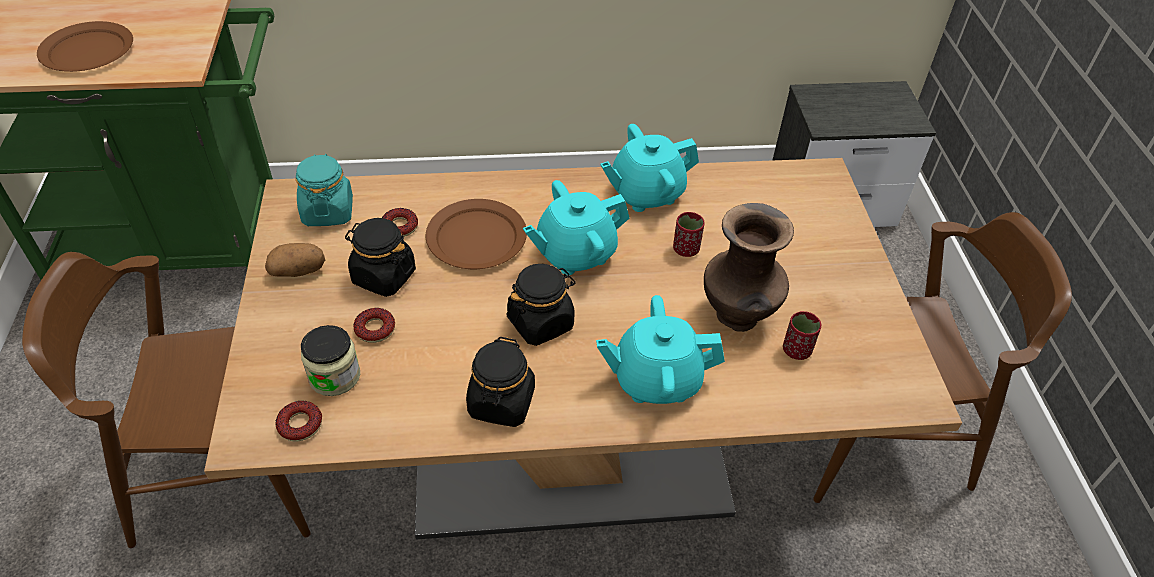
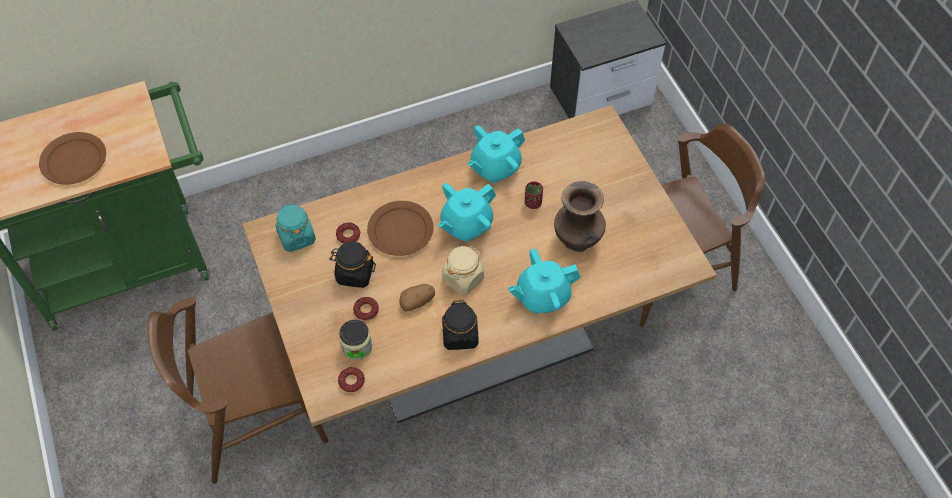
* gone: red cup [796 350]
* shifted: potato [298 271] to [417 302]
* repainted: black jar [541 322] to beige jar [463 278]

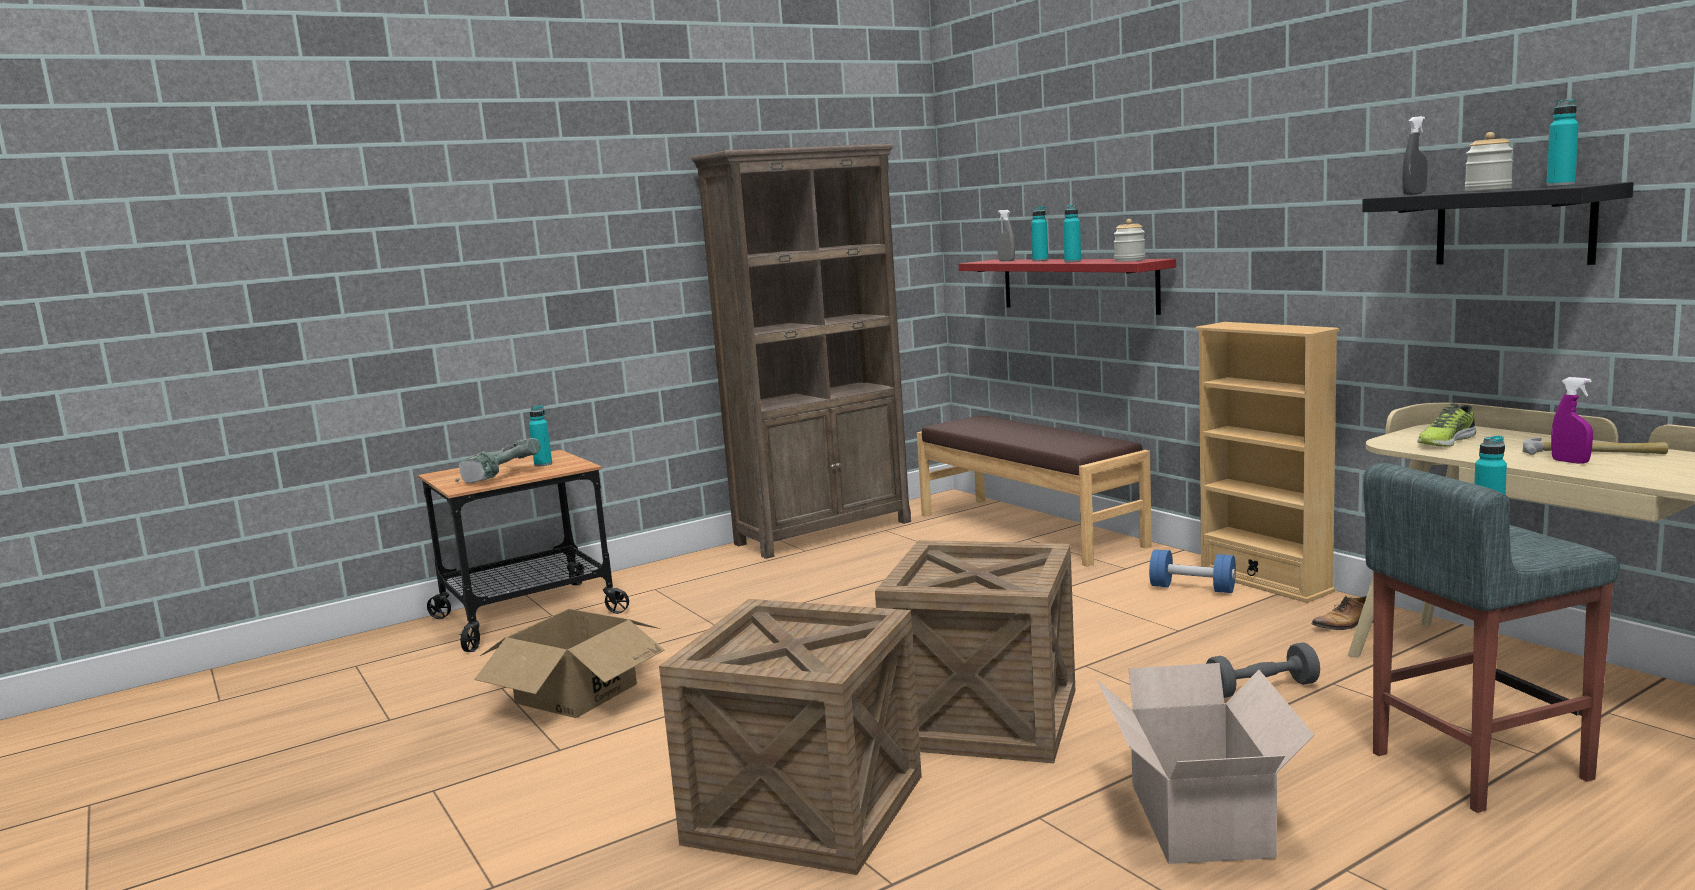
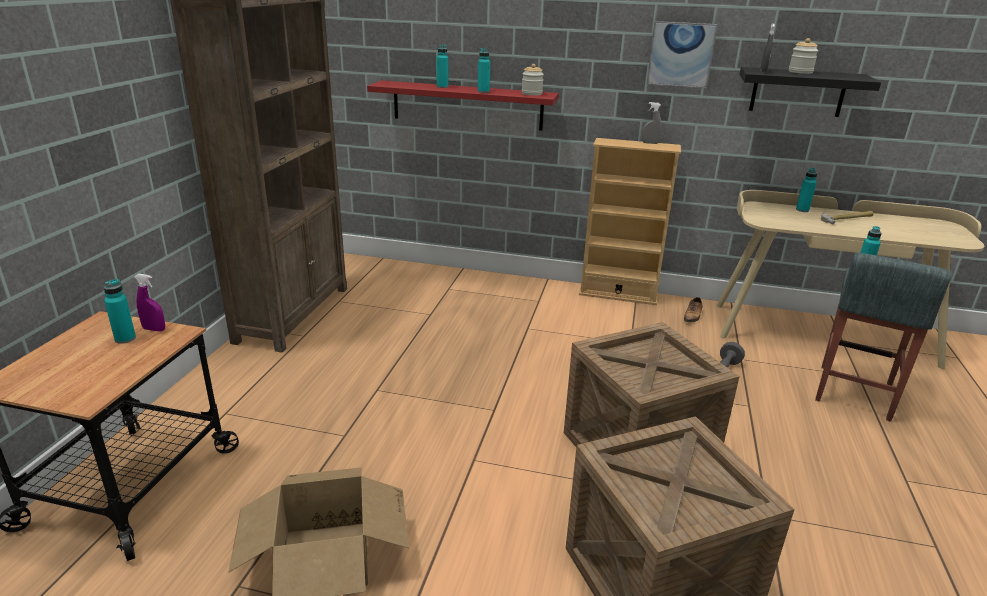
* gone: power drill [498 476]
* gone: brown bench [1029 529]
* gone: cardboard box [1199 822]
* gone: blue dumbbell [1192 588]
* gone: shoe [1445 441]
* new: picture [680 54]
* shifted: grey spray bottle [1006 261] to [650 143]
* shifted: turquoise bottle [1560 185] to [802 210]
* shifted: purple spray bottle [1570 461] to [154 329]

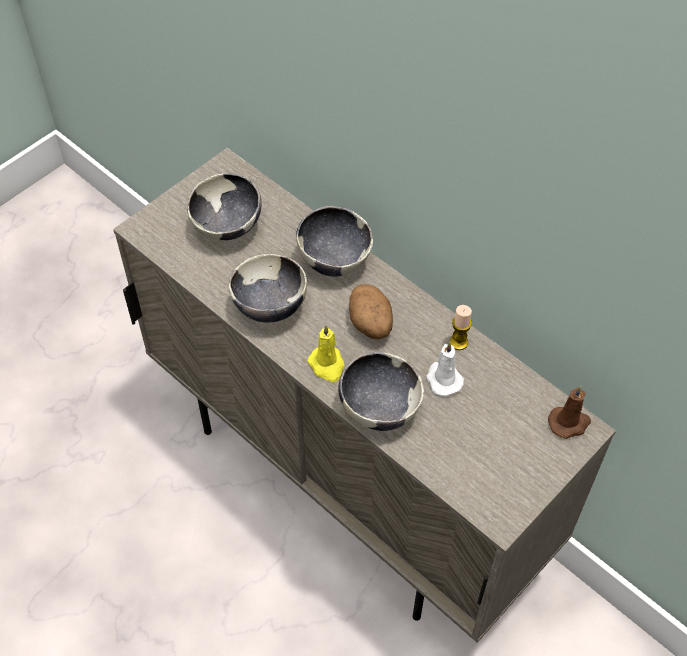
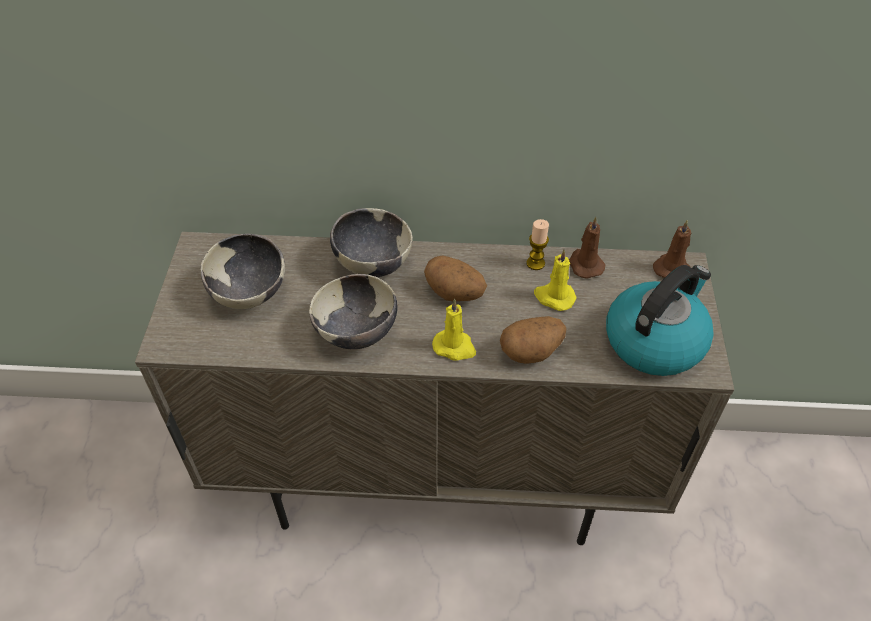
* new: brown candle [584 264]
* new: kettle [655 340]
* swapped: bowl [379 408] to potato [531 351]
* repainted: white candle [443 379] to yellow candle [554 297]

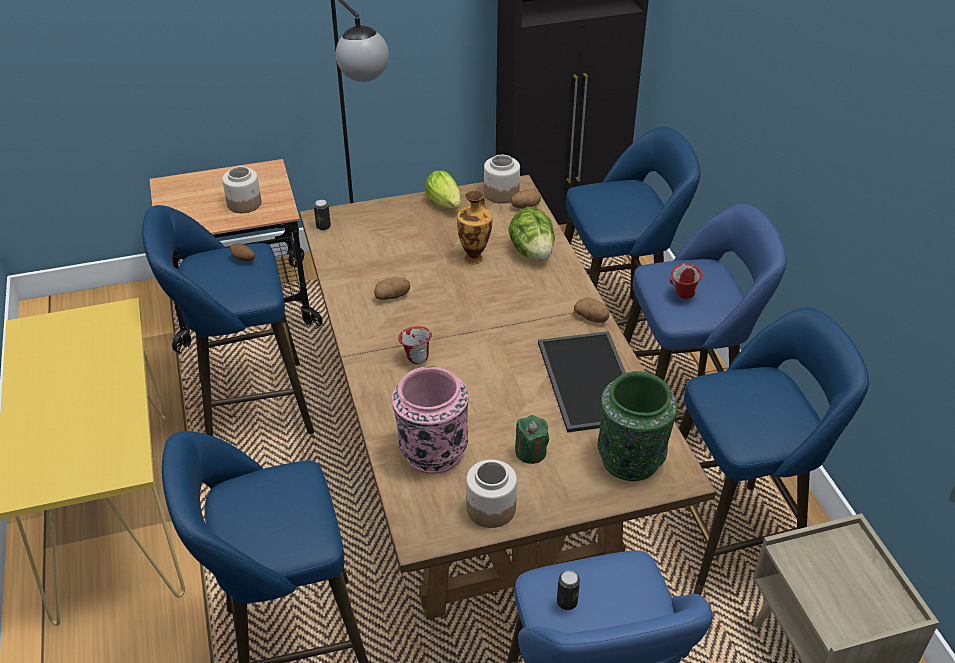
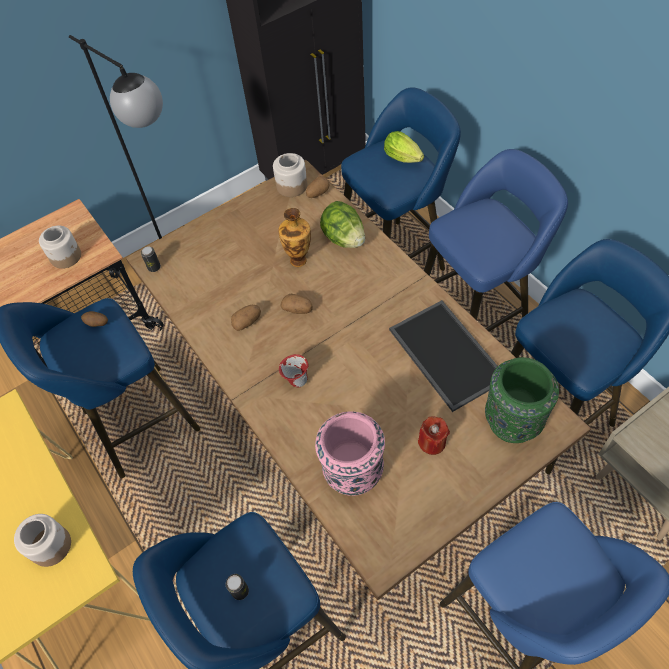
* gone: red mug [683 296]
* shifted: lettuce [446 205] to [404 159]
* shifted: jar [490 508] to [50 545]
* shifted: can [567 602] to [240 591]
* shifted: potato [592 318] to [298 309]
* repainted: green candle [530 452] to red candle [432 442]

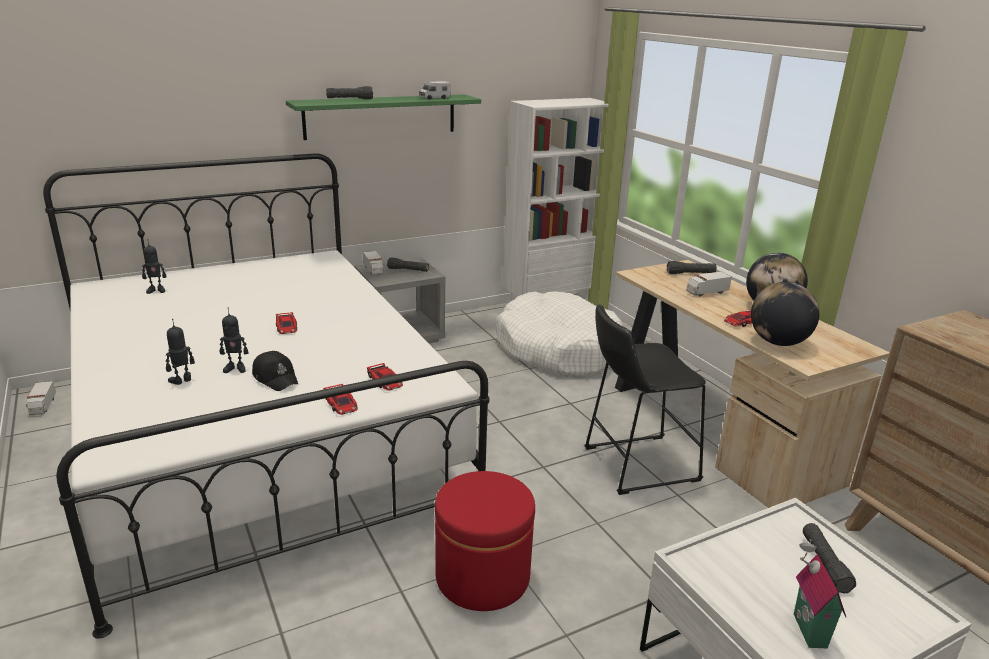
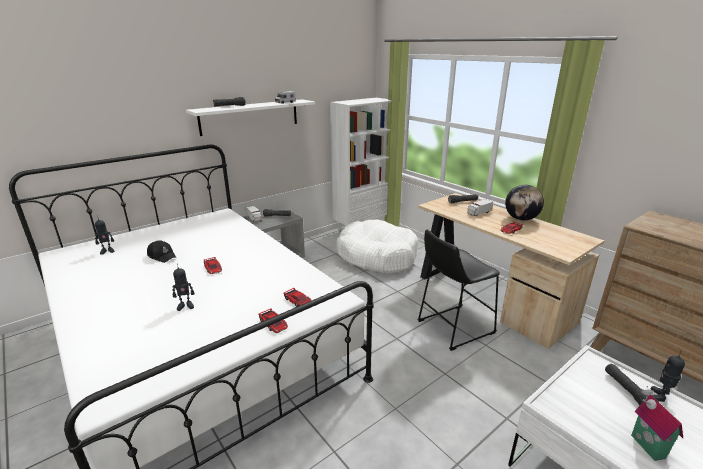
* gone: toy truck [42 406]
* gone: red ottoman [482 576]
* gone: globe [778 342]
* shifted: toy robot [182 381] to [660 396]
* shifted: black cap [276 378] to [162 256]
* repainted: green shelf [381 116] to white shelf [250 116]

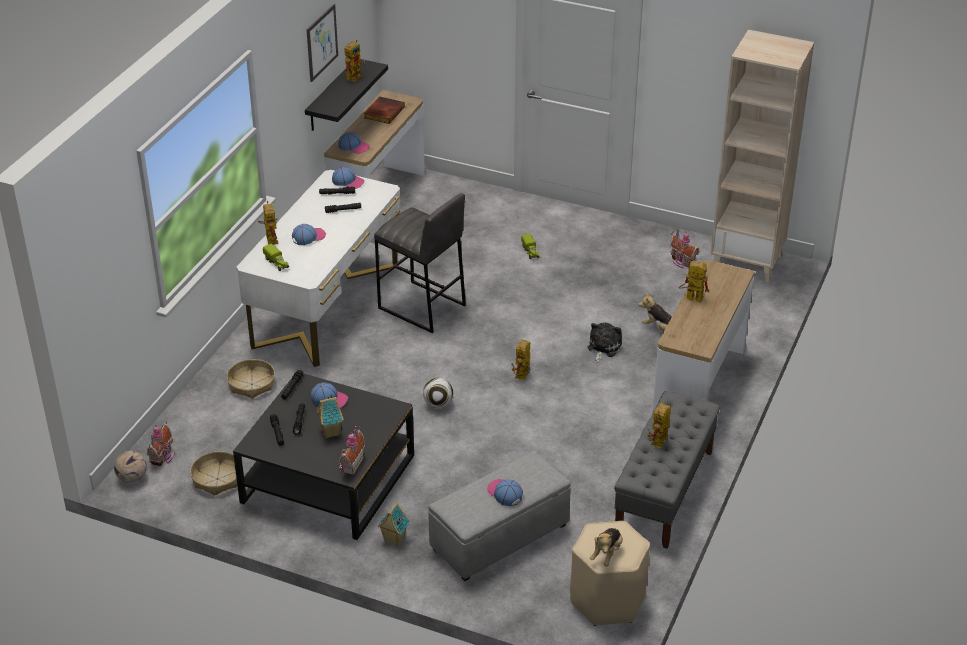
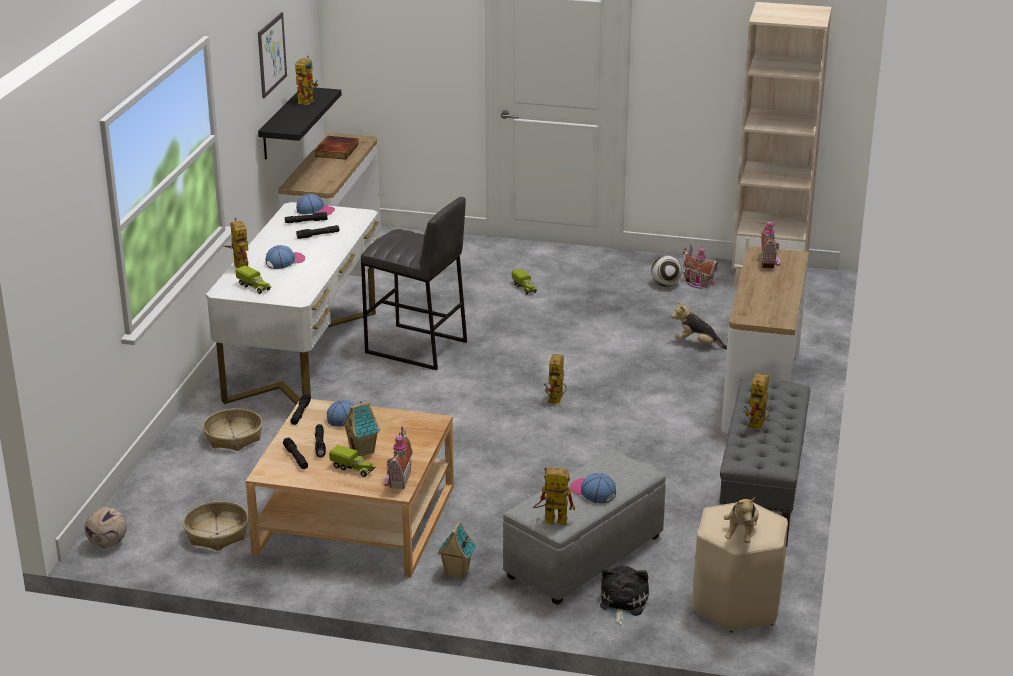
* gone: cap [354 146]
* new: toy truck [353 469]
* shifted: toy house [163 457] to [770 262]
* shifted: football [438 404] to [666 285]
* shifted: plush toy [603 348] to [622 604]
* shifted: toy robot [690 298] to [550 521]
* repainted: black coffee table [328 478] to beige coffee table [355 520]

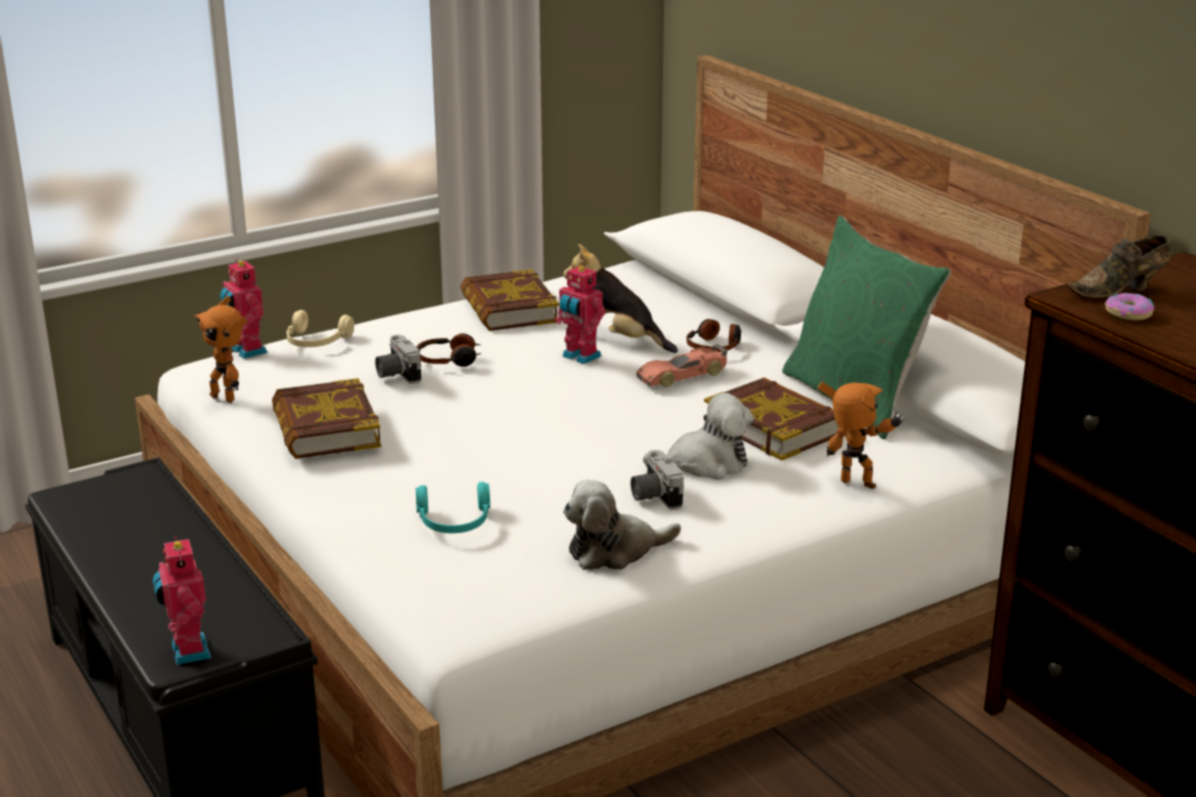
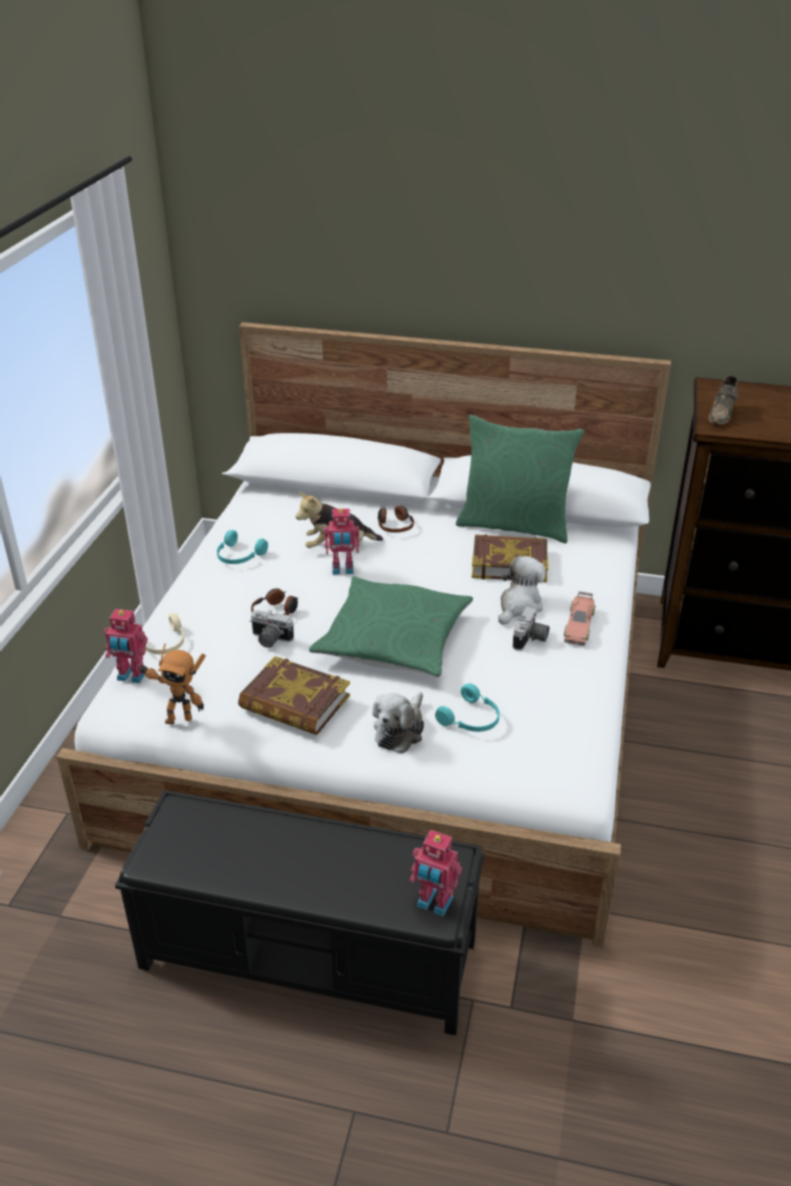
* gone: toy robot [856 487]
* gone: donut [1128 313]
* new: green pillow [393 639]
* shifted: plush toy [615 551] to [400 730]
* shifted: toy car [683 376] to [579 625]
* swapped: book [508 309] to turquoise headphones [238 556]
* rotated: photo camera [653 496] = [530 640] 90 degrees counterclockwise

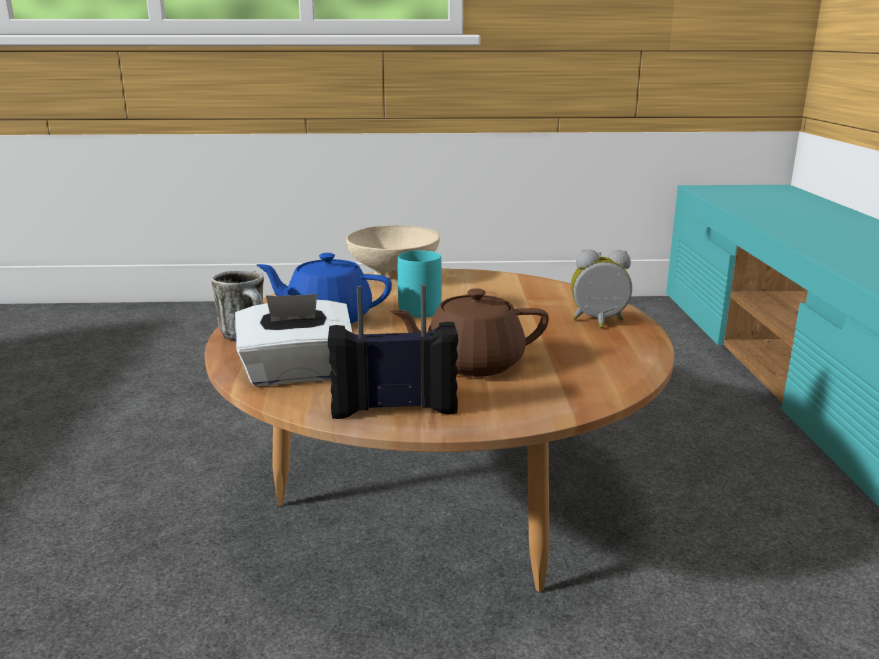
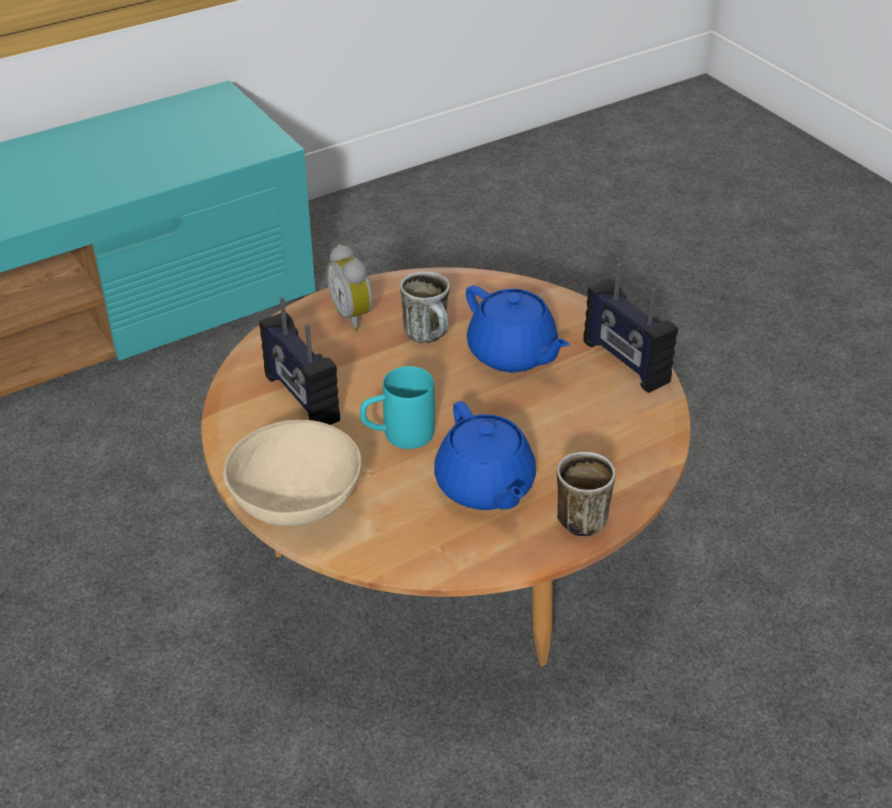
* gone: white tissue box [297 373]
* new: radio [300 398]
* new: mug [430 337]
* repainted: brown teapot [472 363] to blue teapot [512 354]

